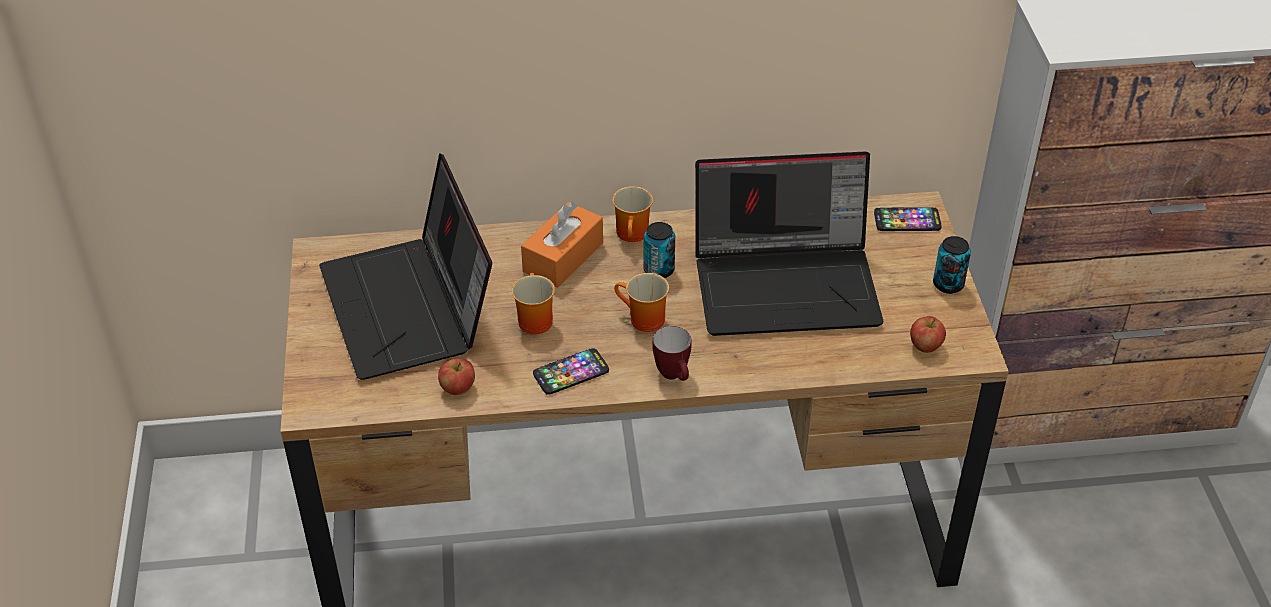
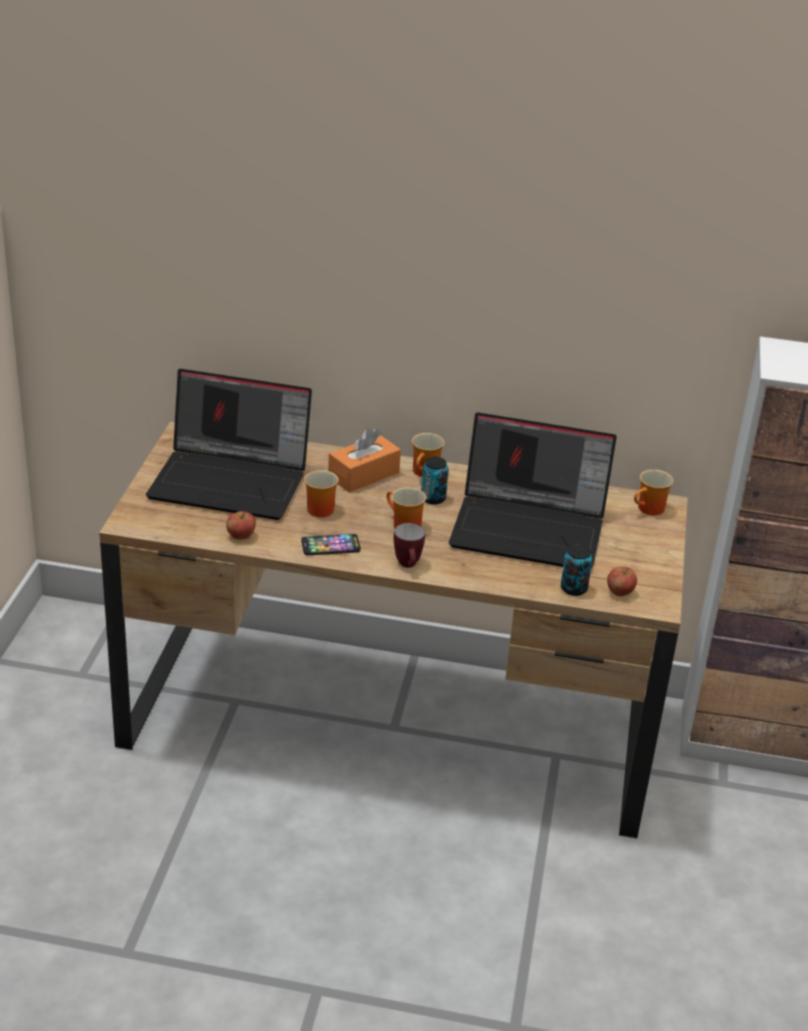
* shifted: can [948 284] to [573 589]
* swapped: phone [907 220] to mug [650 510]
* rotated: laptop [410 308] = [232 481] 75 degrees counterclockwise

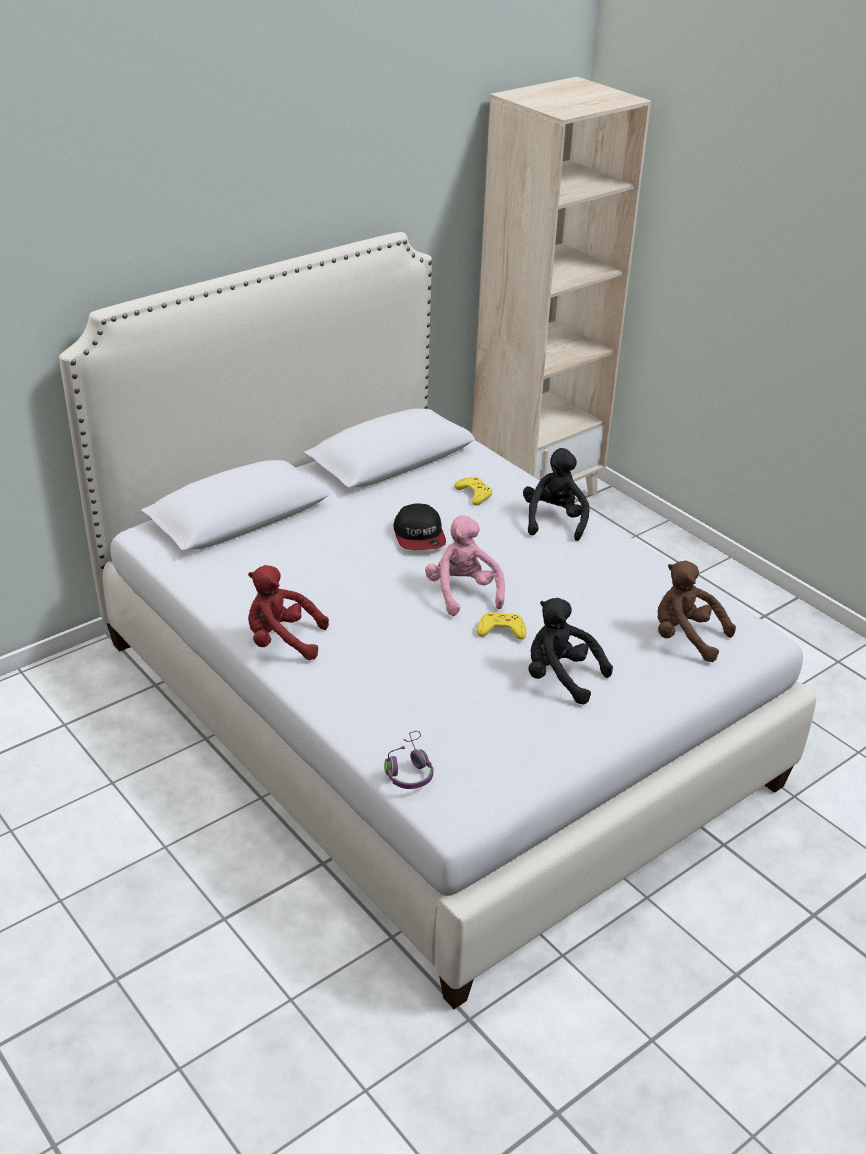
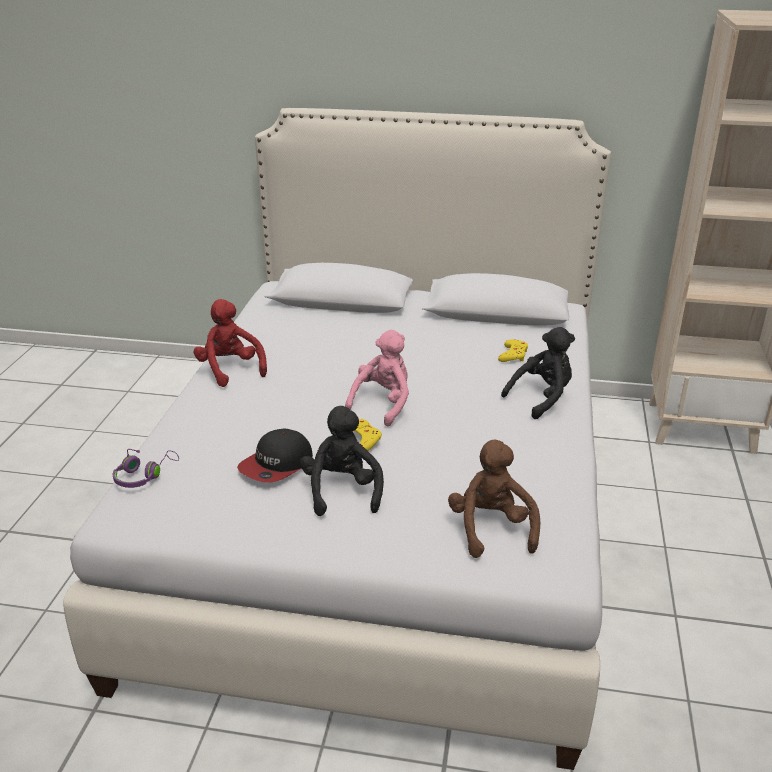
* shifted: cap [419 536] to [277 465]

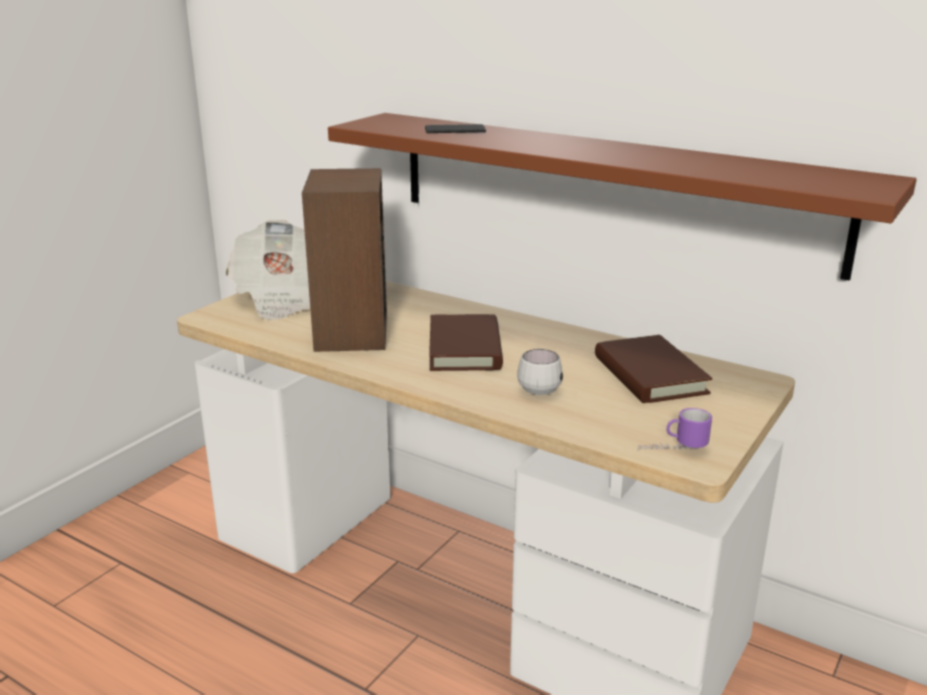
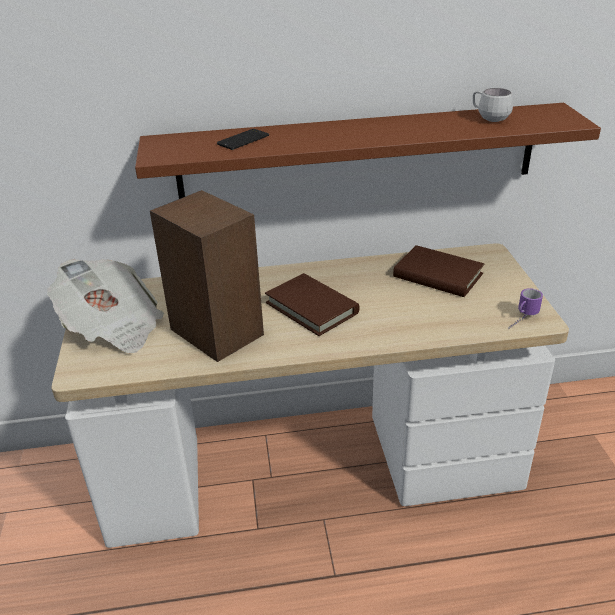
* shifted: white mug [539 386] to [488 118]

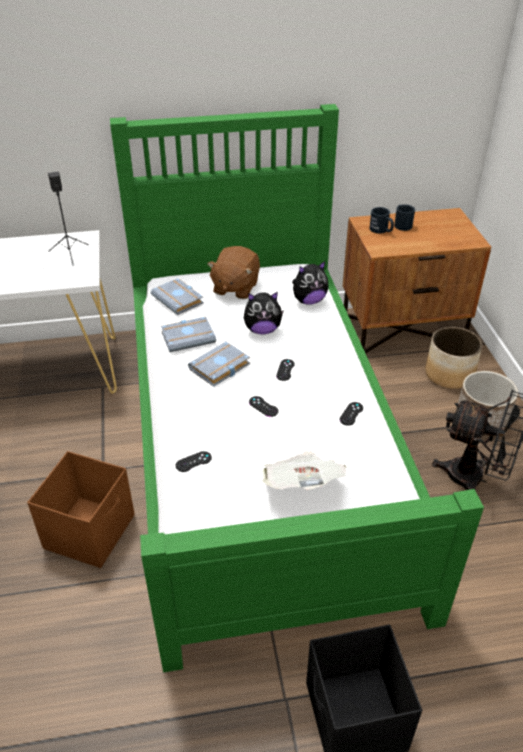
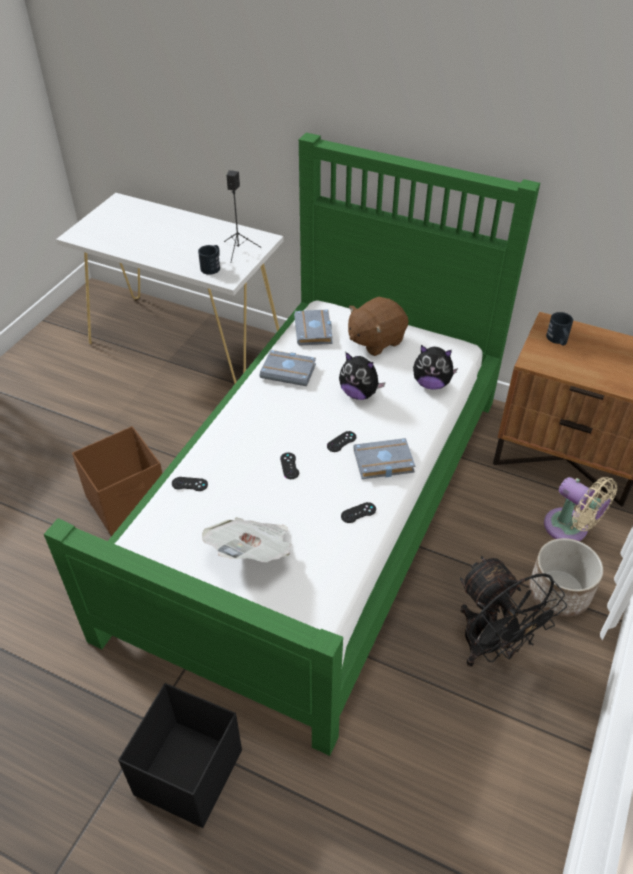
* shifted: grey book [220 368] to [382 463]
* shifted: black mug [401 224] to [212 266]
* swapped: planter [448 374] to beige fan [570 529]

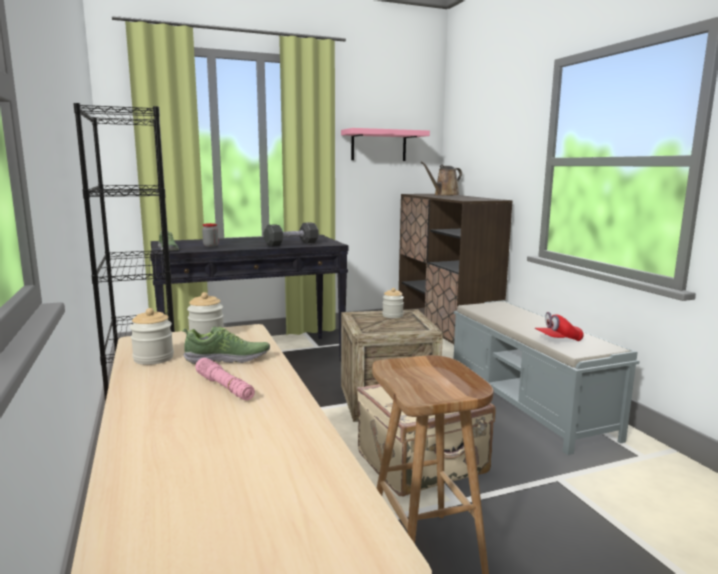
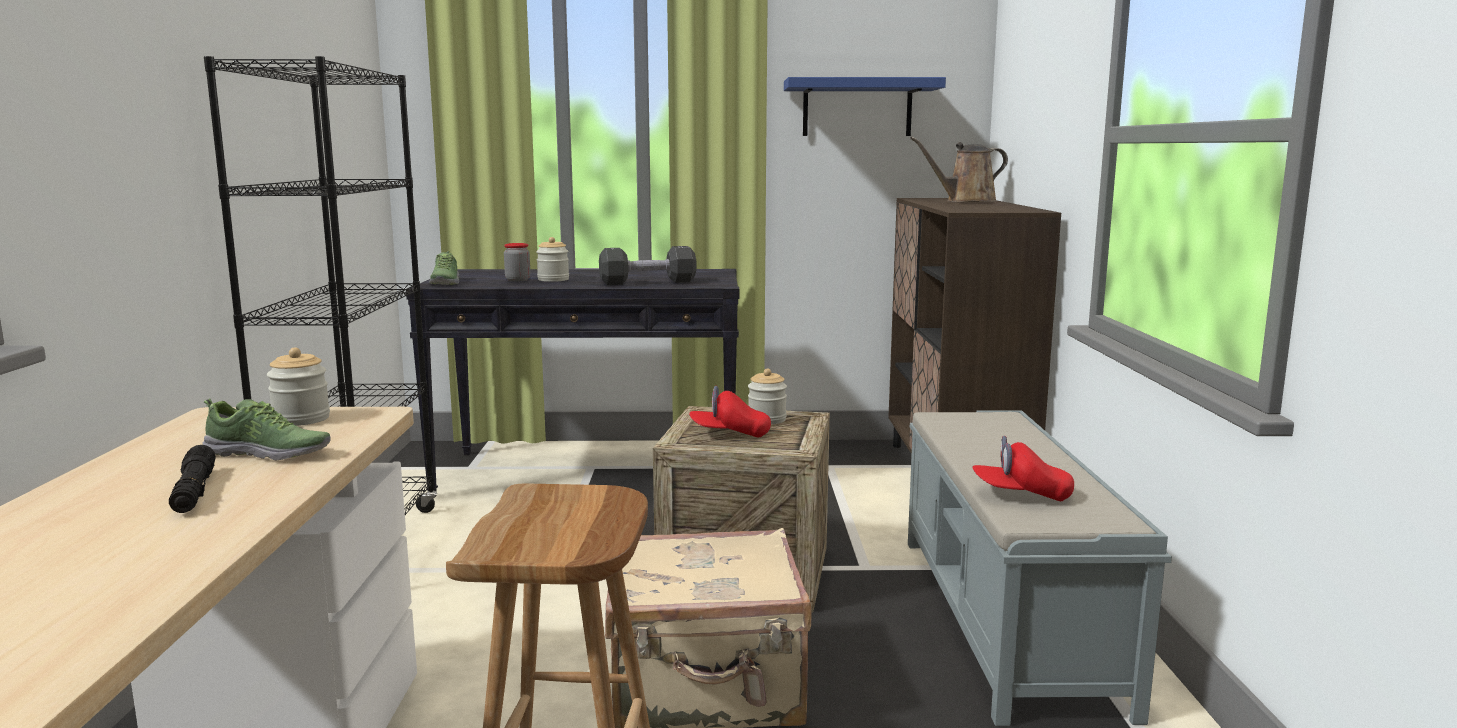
* new: red cap [730 434]
* shifted: jar [153 358] to [553 279]
* repainted: pink flashlight [224 387] to black flashlight [194 492]
* repainted: pink shelf [378 145] to blue shelf [857 108]

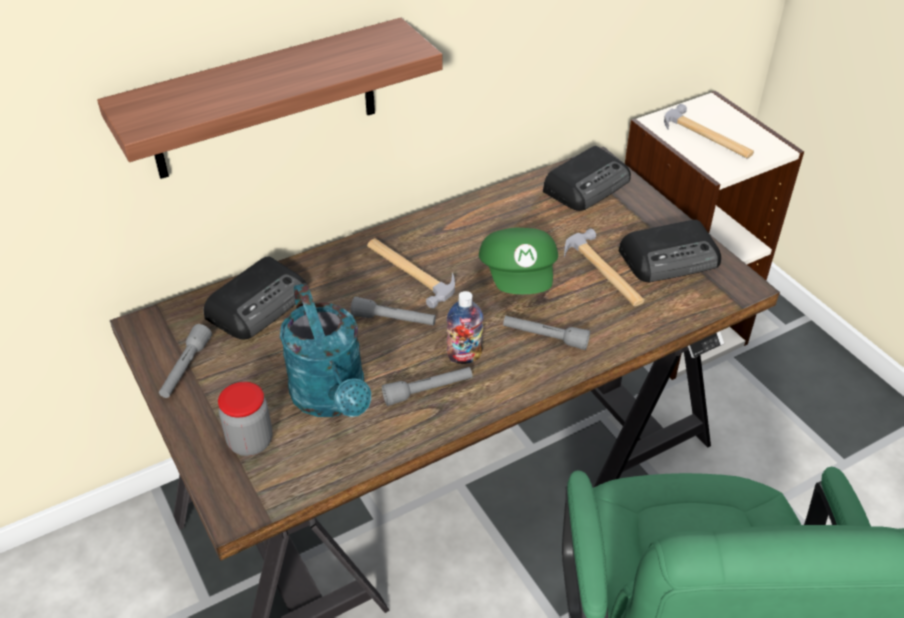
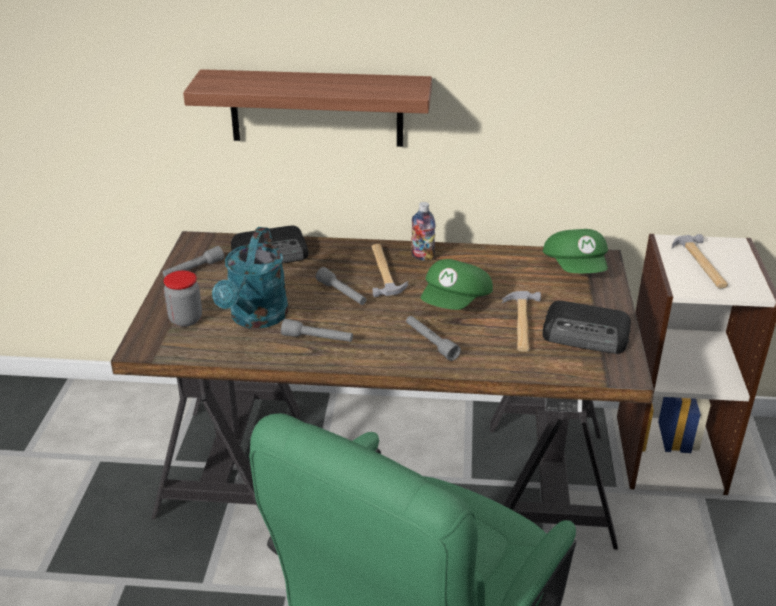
* shifted: bottle [464 356] to [422 257]
* swapped: radio [587 185] to green cap [576 268]

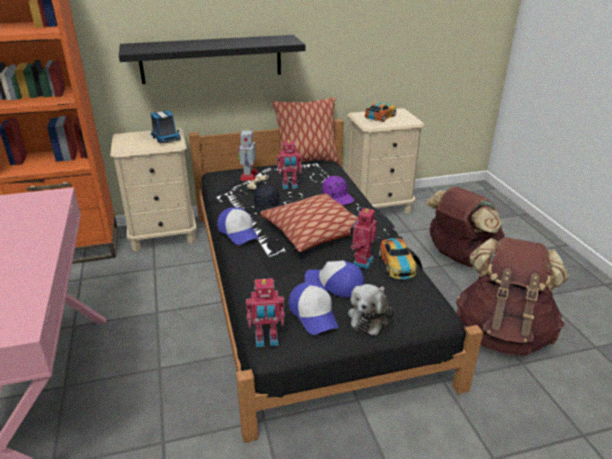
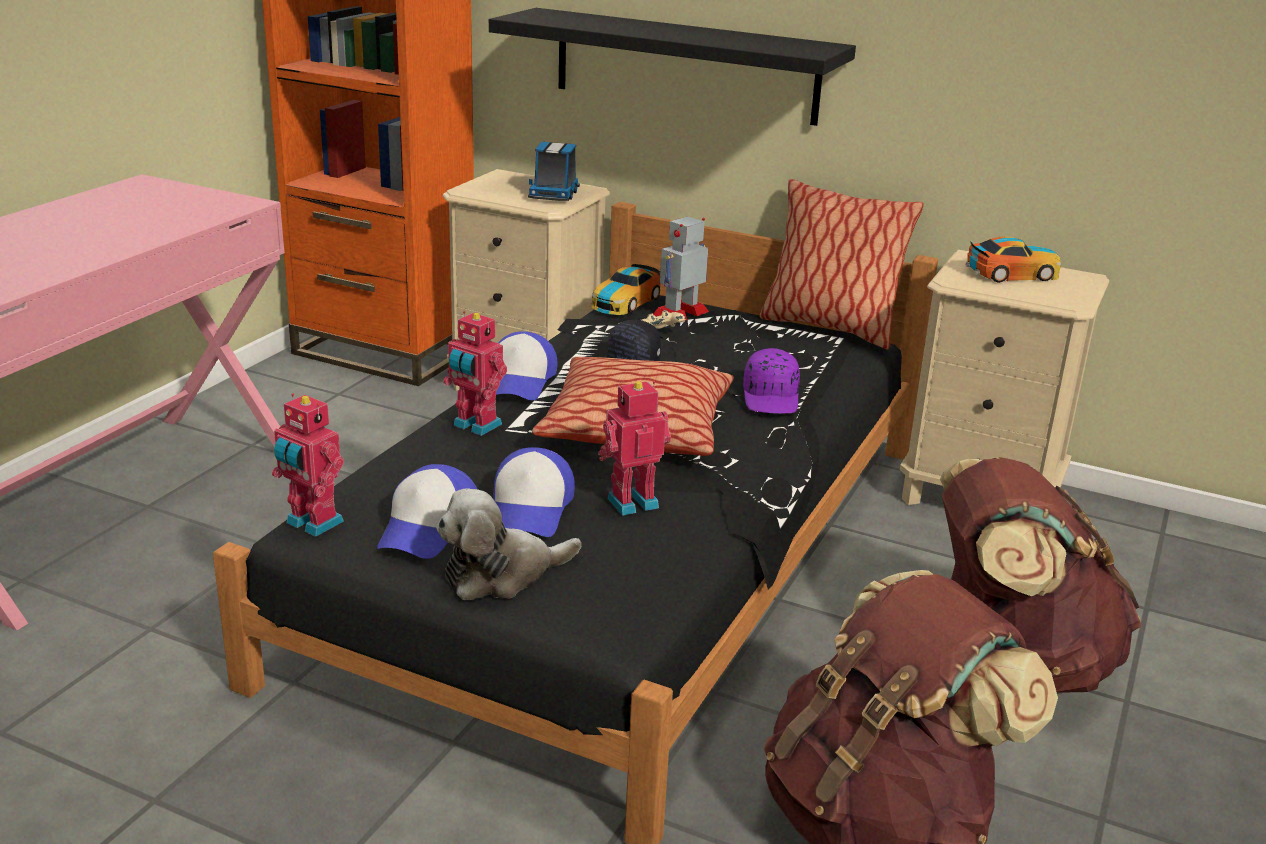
* shifted: toy robot [289 186] to [475 426]
* shifted: toy car [397 264] to [625 301]
* rotated: cap [334 284] = [531 509] 150 degrees counterclockwise

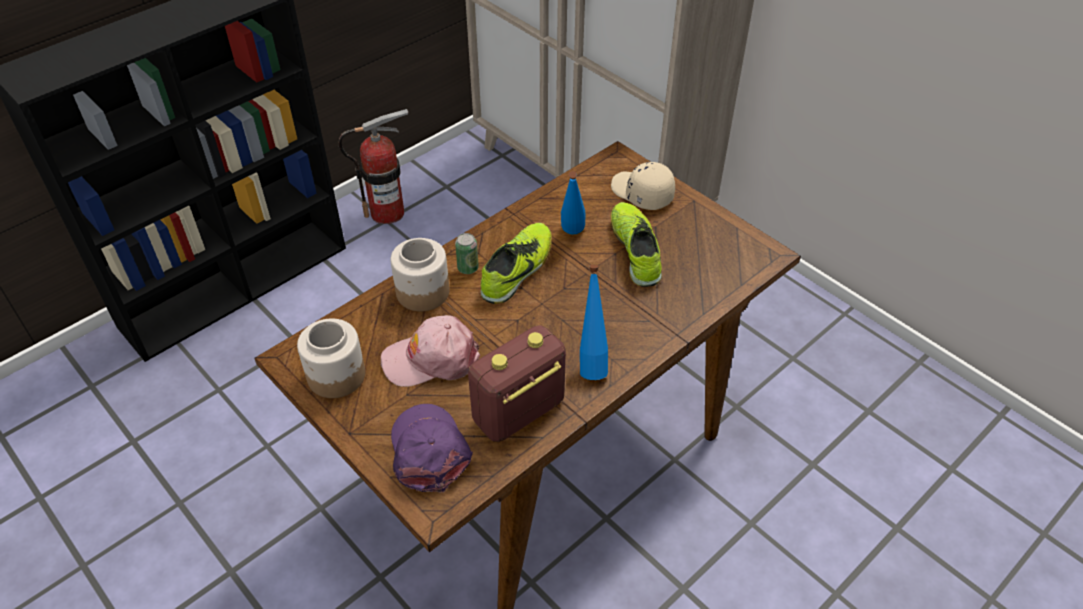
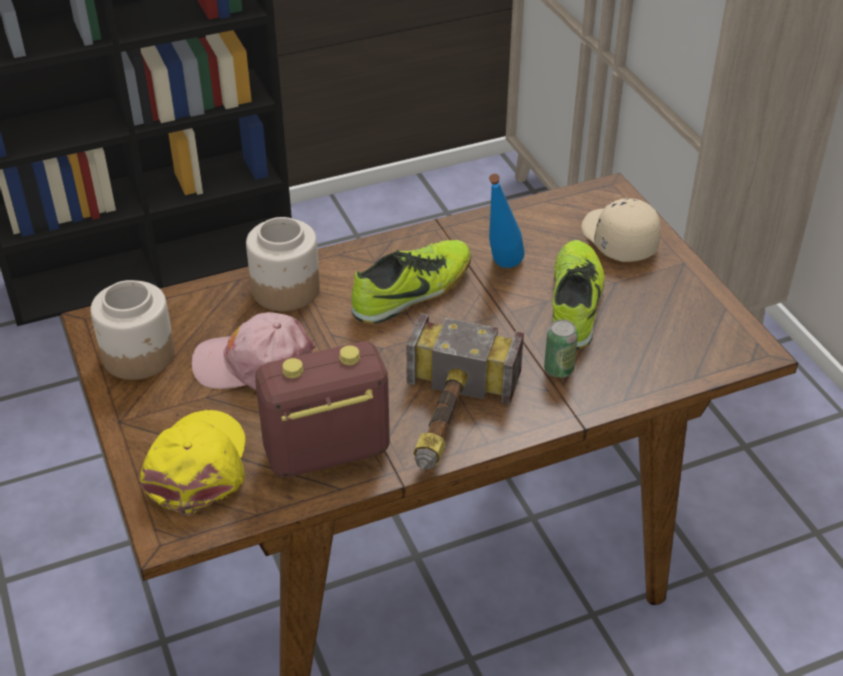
* gone: fire extinguisher [387 212]
* shifted: can [468 268] to [558 369]
* swapped: blue bottle [592 363] to hammer [447 420]
* repainted: purple cap [429 451] to yellow cap [198 466]

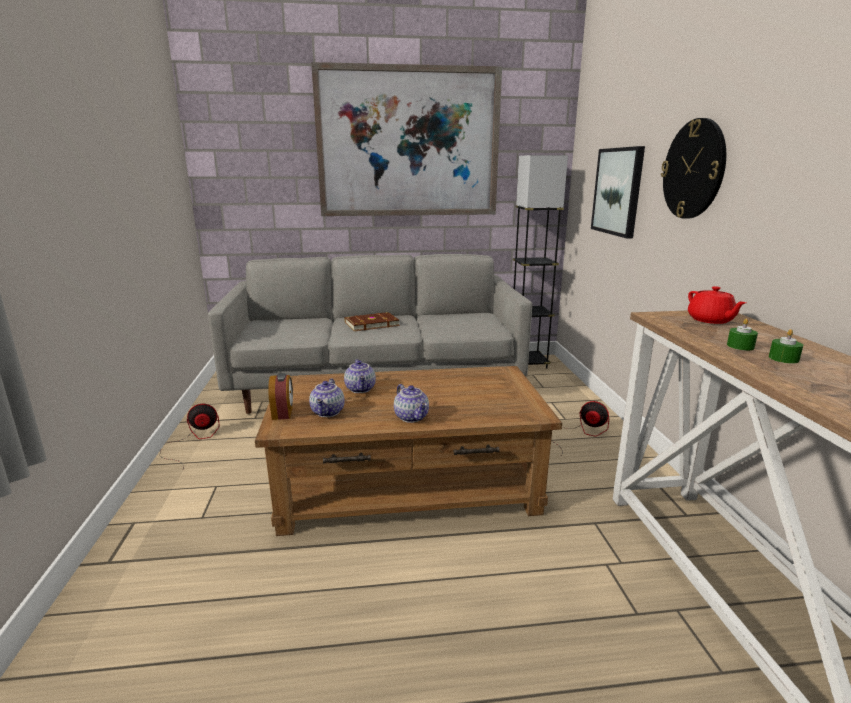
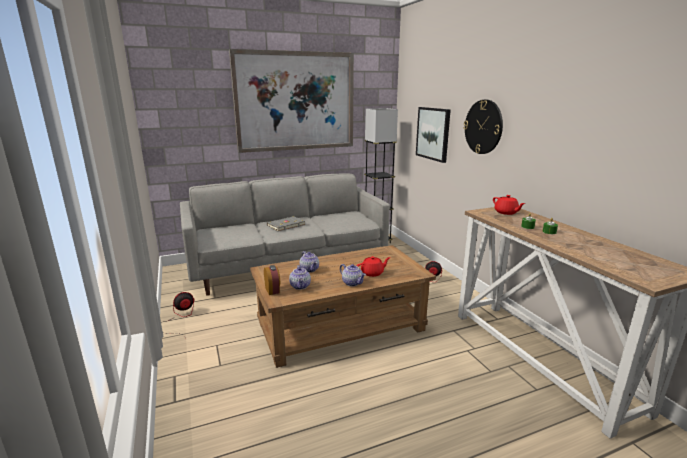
* new: red teapot [372 273]
* repainted: brown book [371 324] to grey book [285 225]

